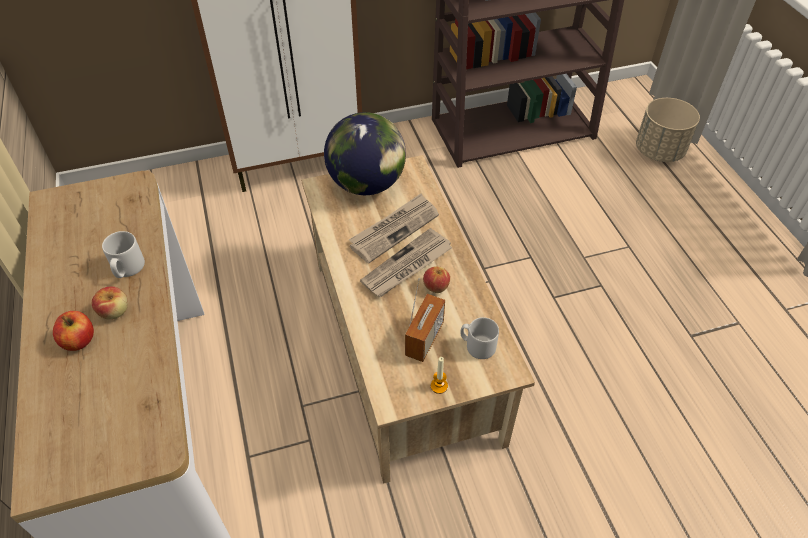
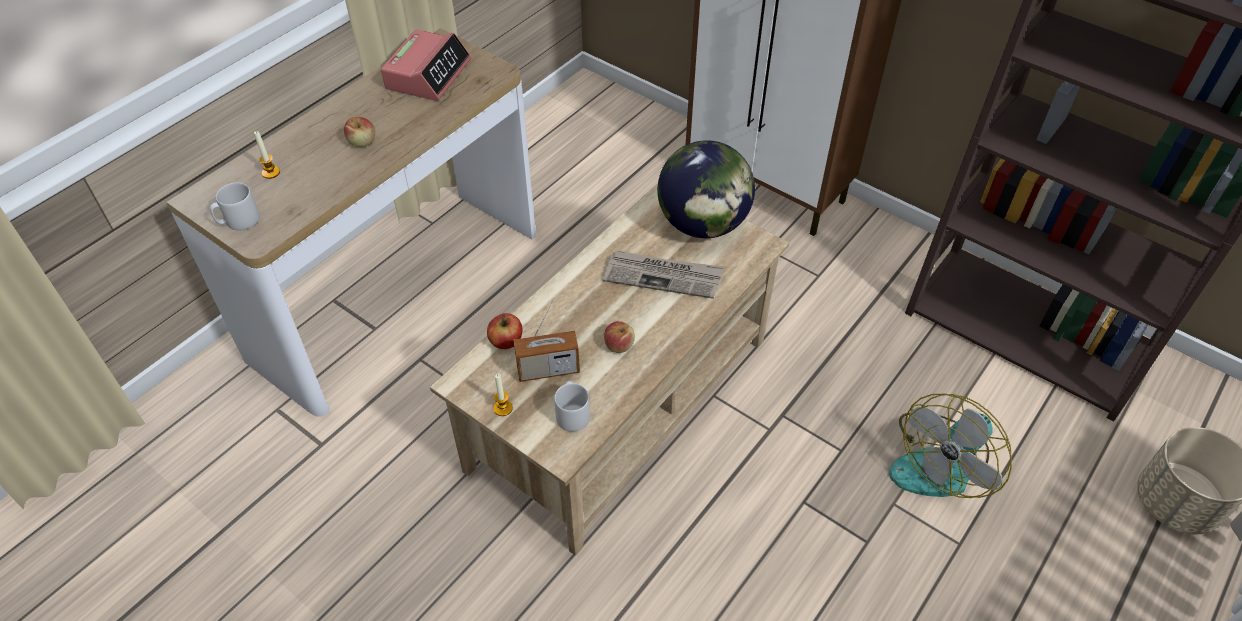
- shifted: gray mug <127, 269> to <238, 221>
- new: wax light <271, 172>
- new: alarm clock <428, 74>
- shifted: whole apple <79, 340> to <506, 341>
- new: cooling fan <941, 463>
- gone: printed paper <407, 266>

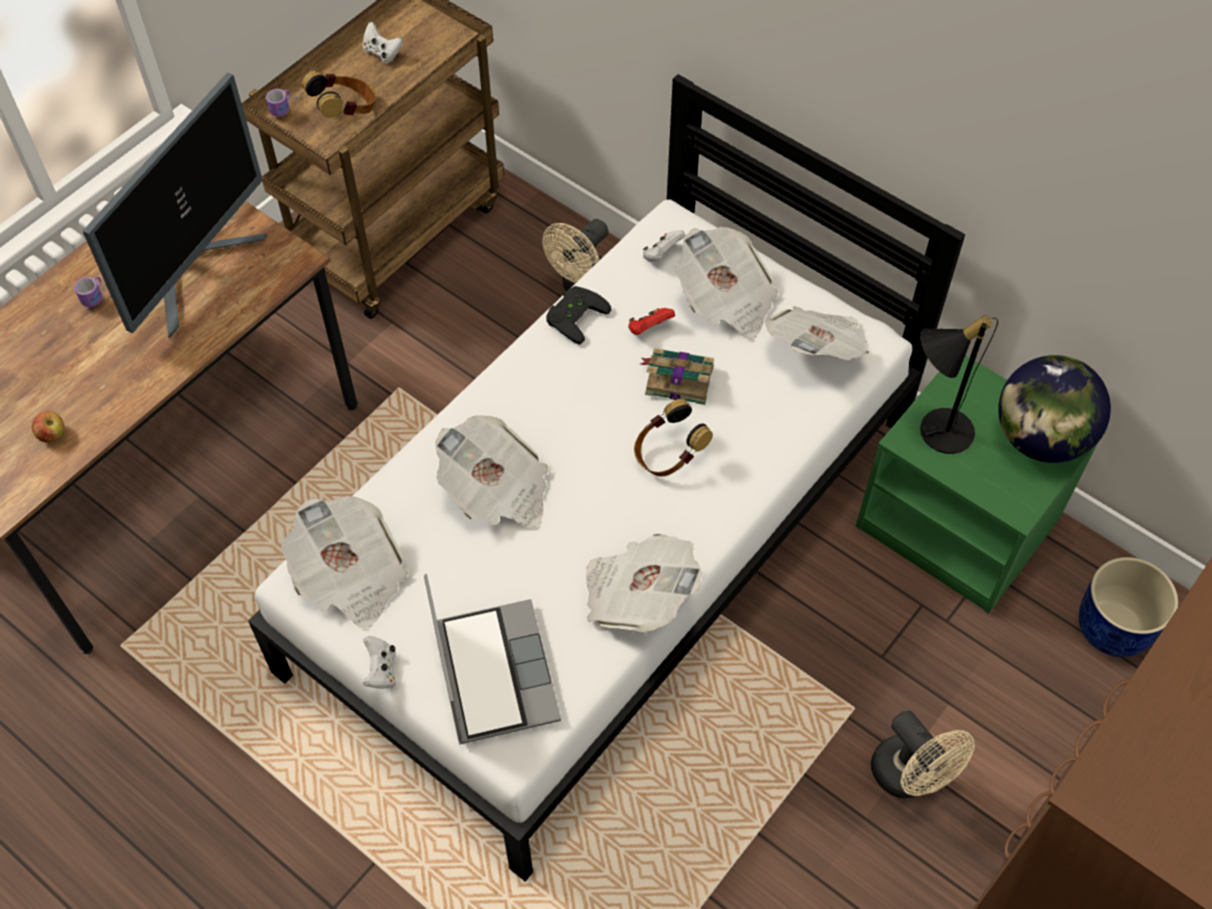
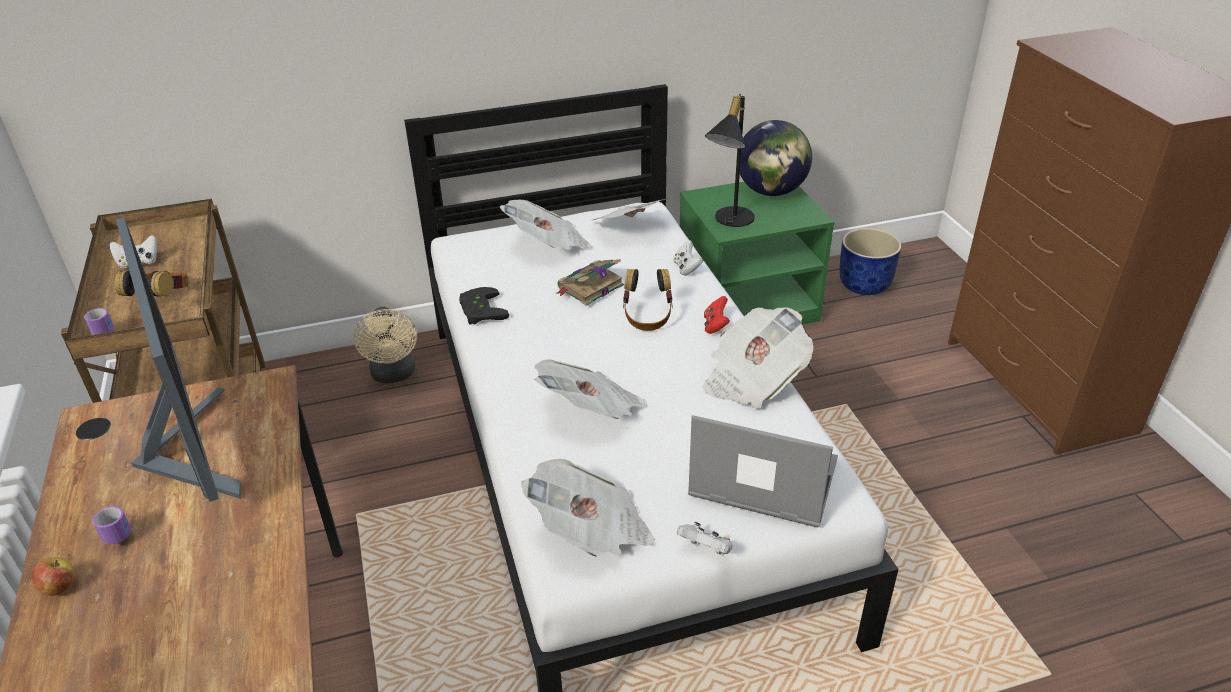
- shifted: whole apple <52, 435> to <59, 588>
- shifted: whitish game controller <662, 254> to <686, 268>
- shifted: red-coloured game controller <649, 329> to <715, 325>
- gone: beige cooling fan <910, 777>

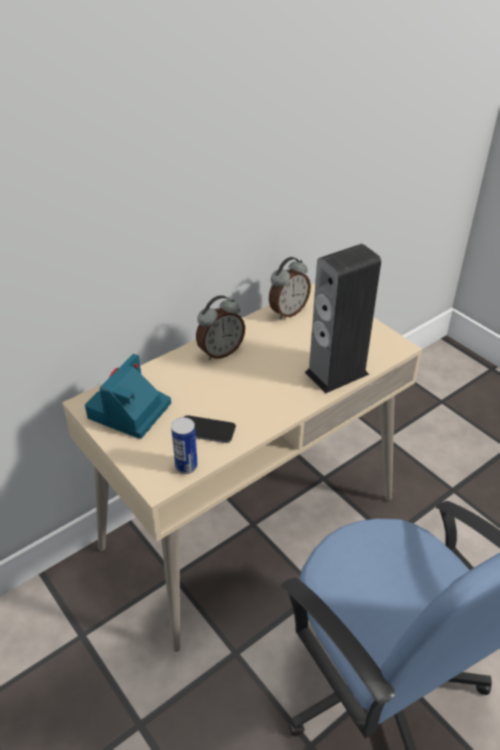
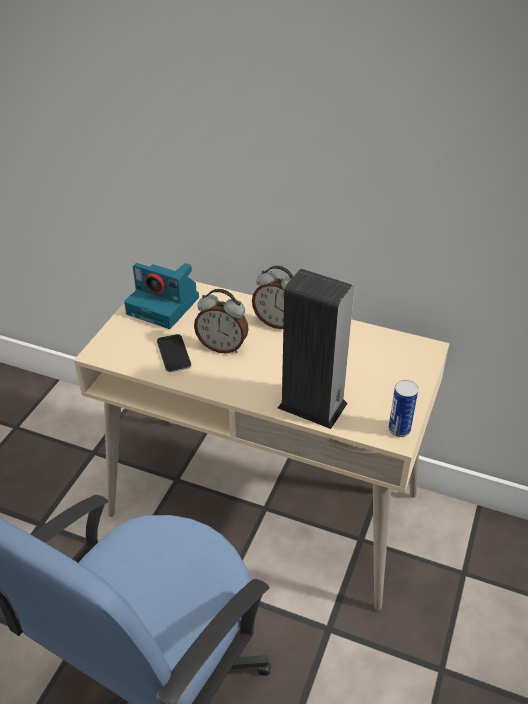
- rotated: photo camera <129, 412> = <165, 306> 150 degrees counterclockwise
- shifted: alarm clock <287, 311> to <222, 346>
- shifted: sealed can <186, 466> to <399, 429>

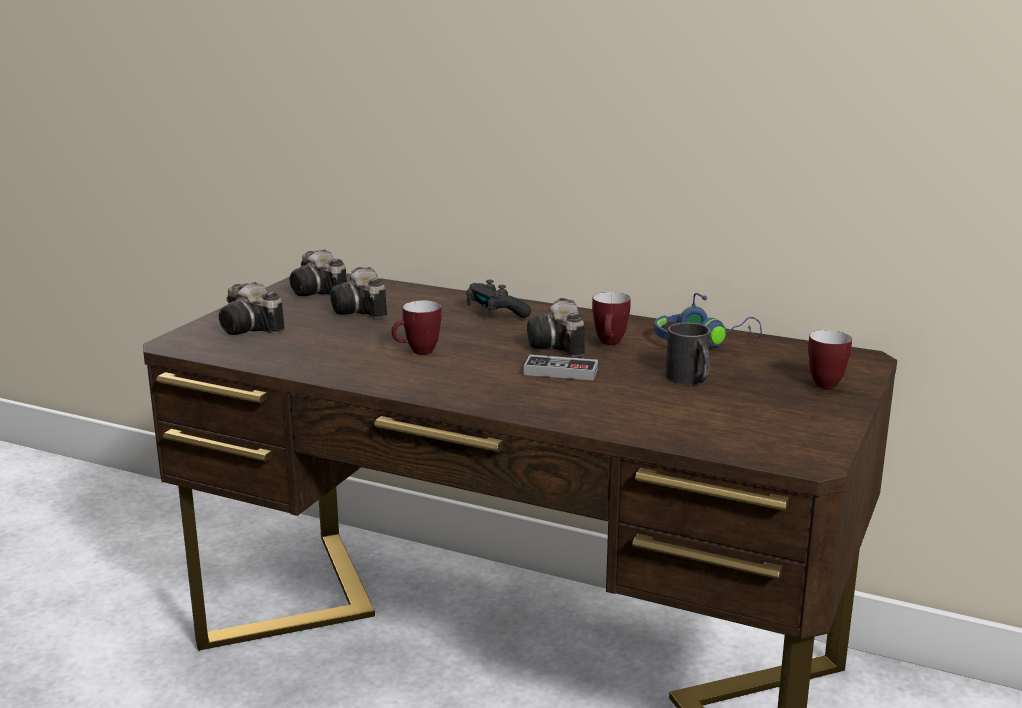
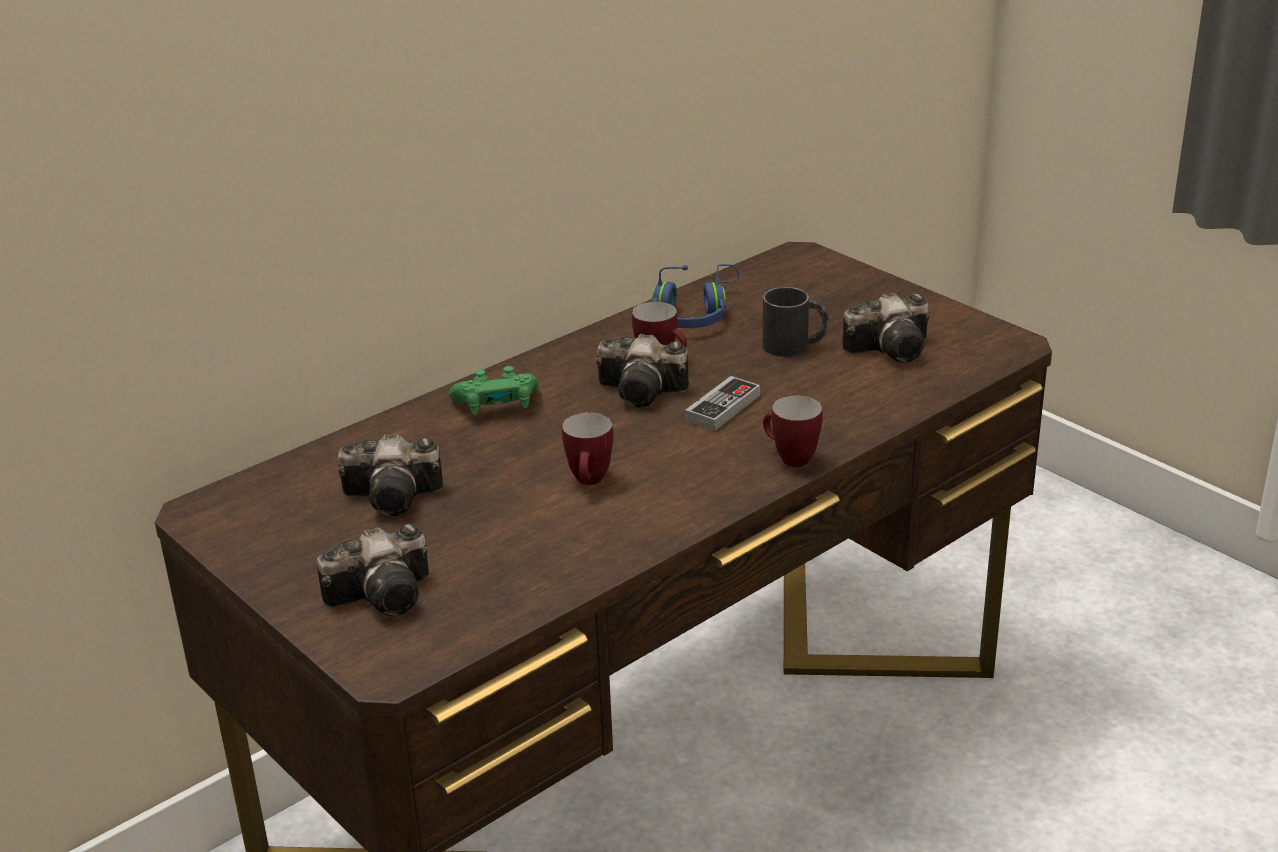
- repainted: black-coloured game controller <495, 313> to green-coloured game controller <497, 406>
- shifted: mug <825, 382> to <789, 459>
- shifted: photo camera <319, 292> to <893, 349>

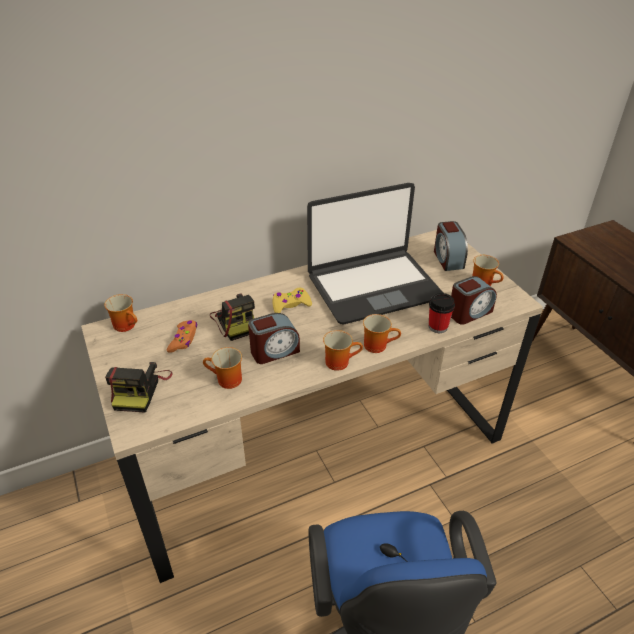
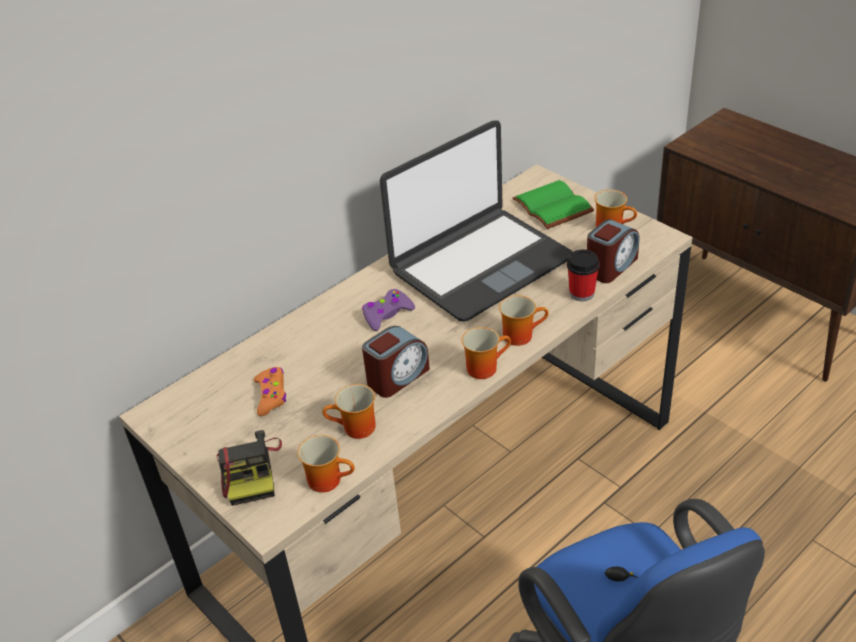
- shifted: mug <127, 325> to <329, 479>
- repainted: yellowish game controller <290, 304> to purplish game controller <387, 314>
- swapped: alarm clock <447, 259> to green-coloured book <555, 206>
- gone: photo camera <235, 321>

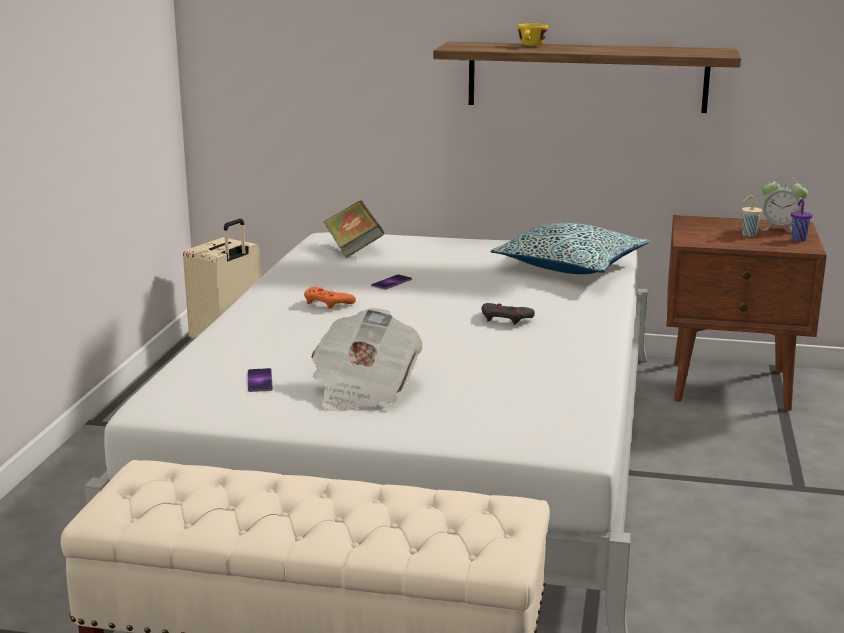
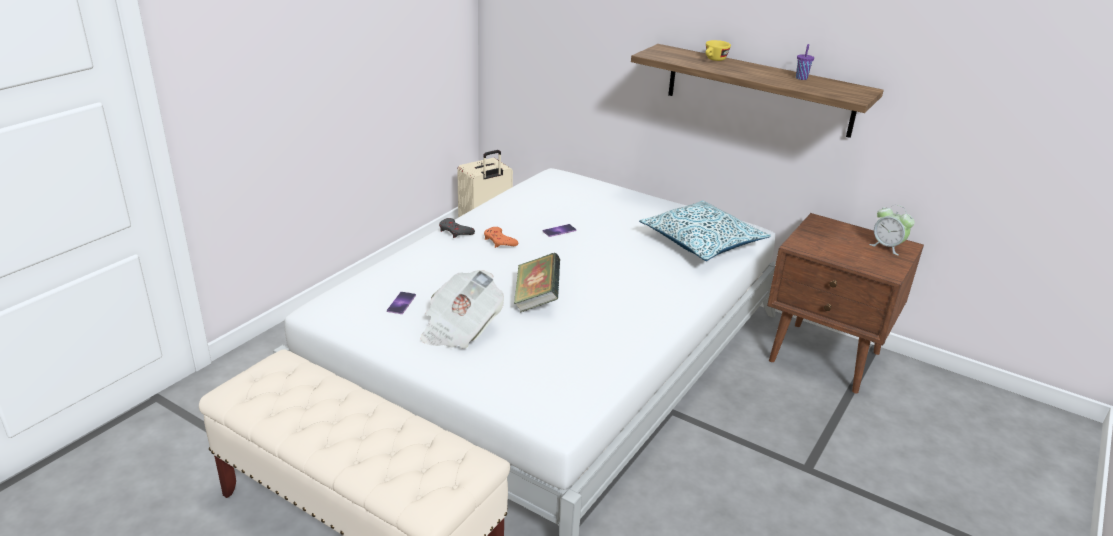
- shifted: gray game controller <505, 318> to <455, 231>
- shifted: book <353, 248> to <536, 299>
- shifted: purplish cup <798, 239> to <801, 78>
- gone: beige cup <748, 235>

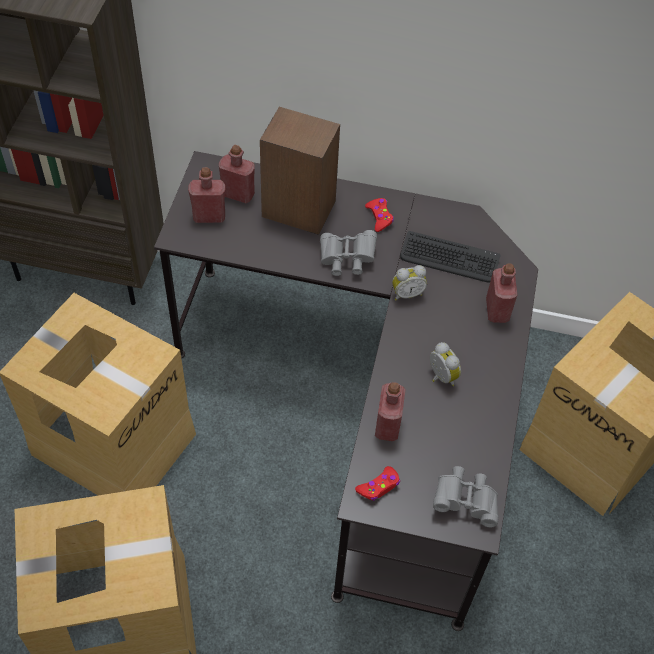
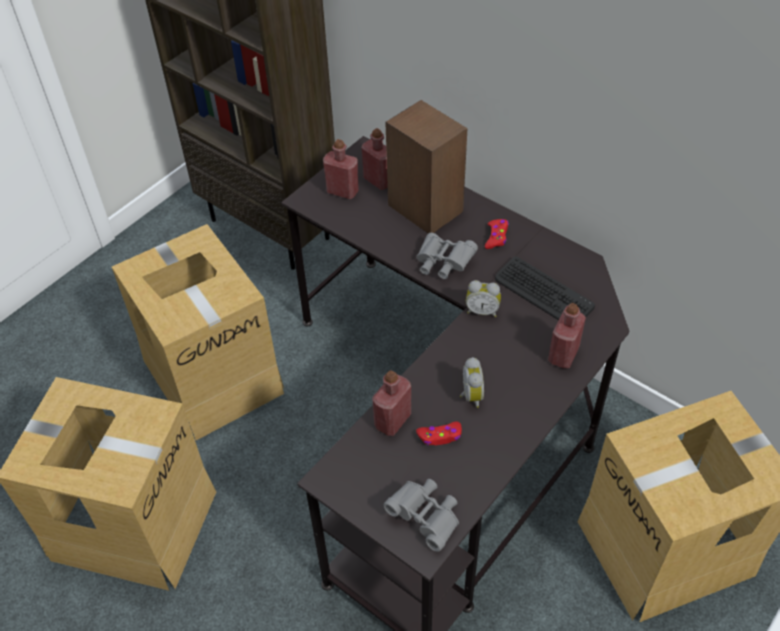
- shifted: red-coloured game controller <379, 487> to <440, 436>

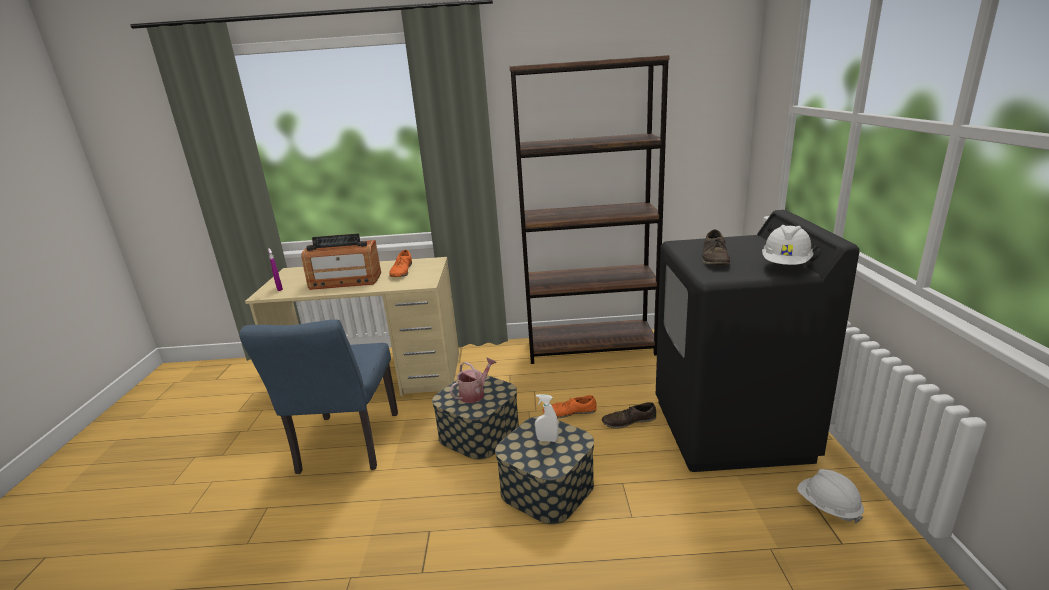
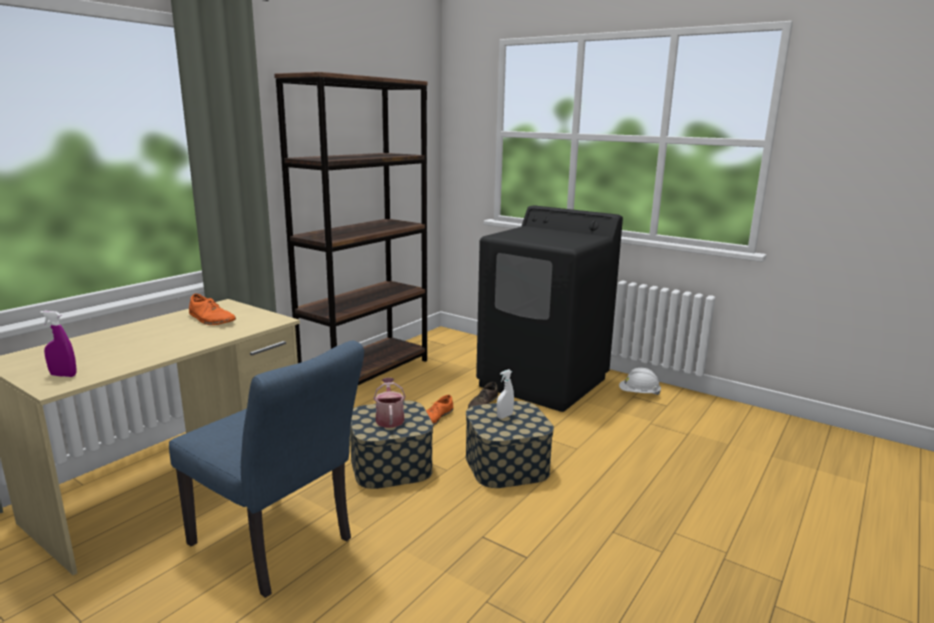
- gone: radio <345, 281>
- gone: brownish item of footwear <715, 258>
- gone: whitish safety helmet <785, 265>

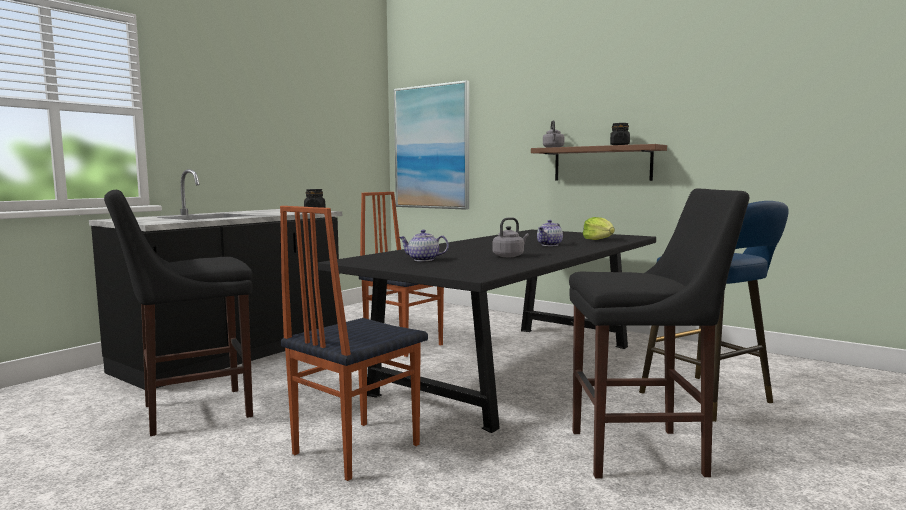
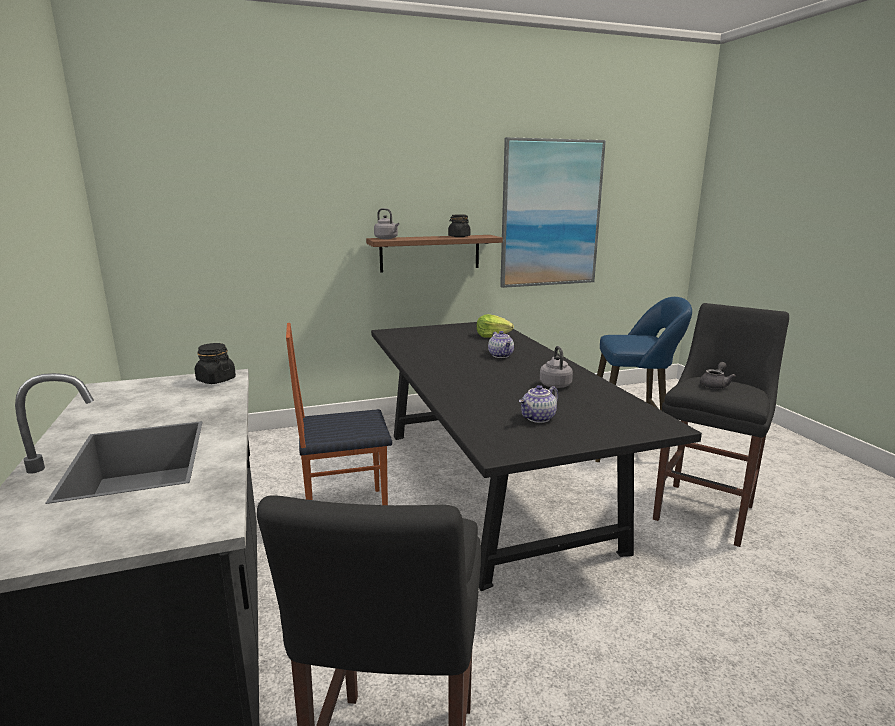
- shifted: wall picture <431, 147> to <551, 214>
- new: gray teapot <715, 385>
- gone: upright chair <354, 449>

